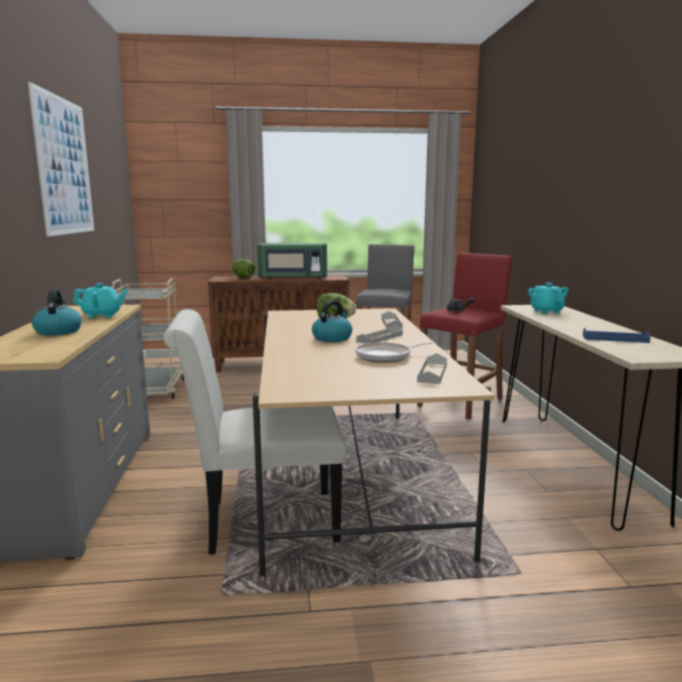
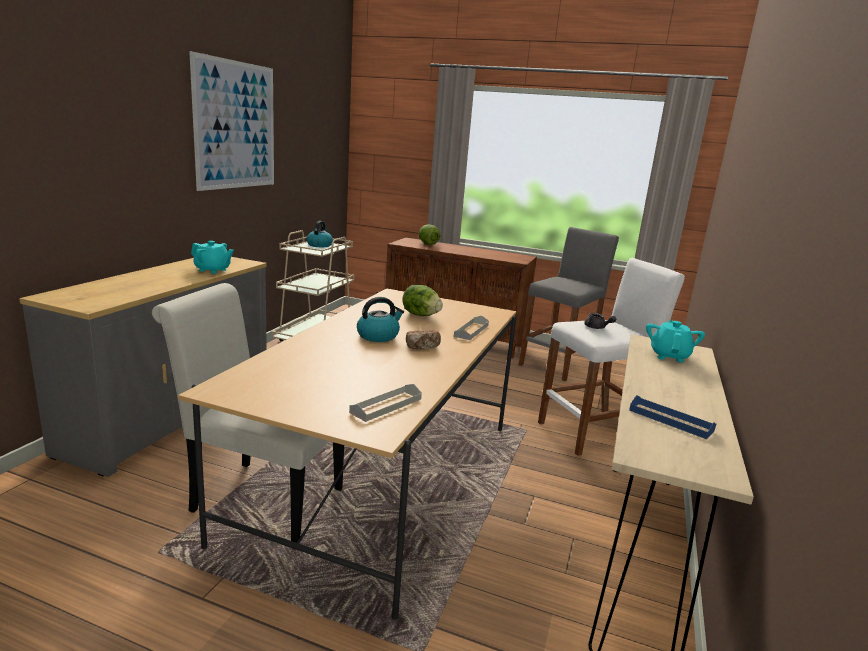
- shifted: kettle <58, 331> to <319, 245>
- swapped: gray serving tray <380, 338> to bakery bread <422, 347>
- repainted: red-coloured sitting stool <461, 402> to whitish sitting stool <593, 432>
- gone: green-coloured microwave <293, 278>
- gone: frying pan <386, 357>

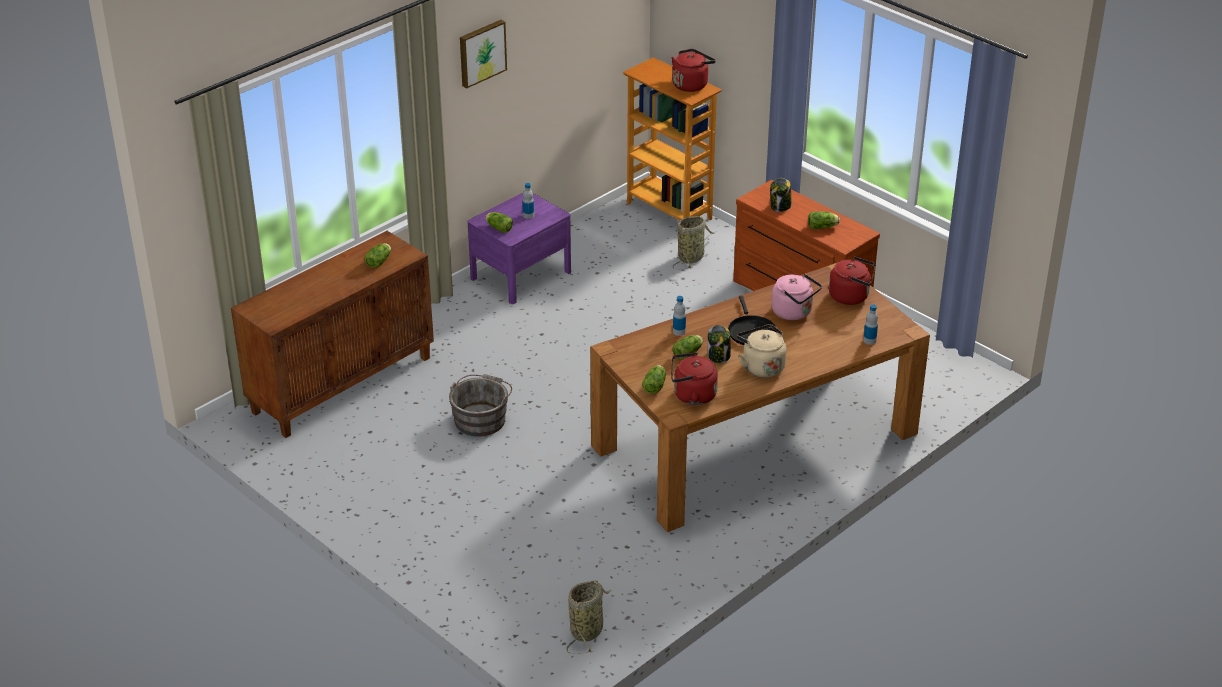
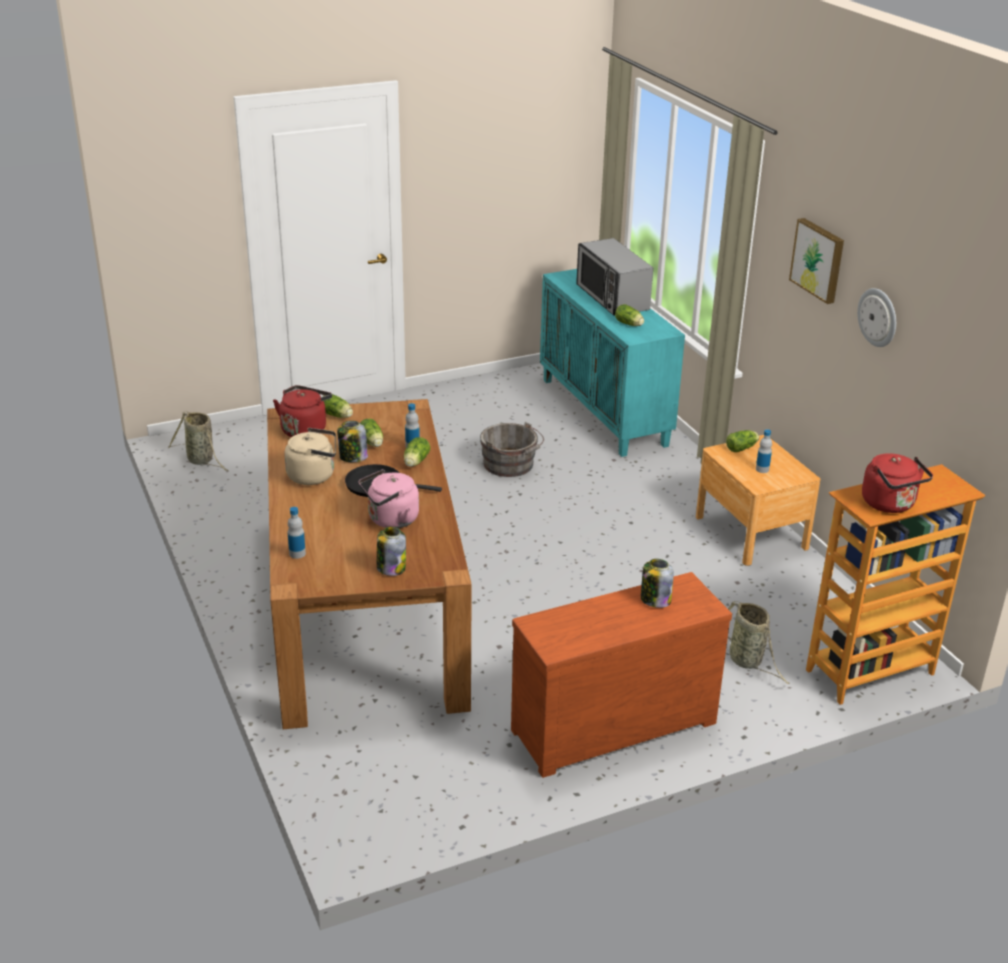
- swapped: red-coloured kettle <851, 296> to jar <391, 568>
- shifted: lettuce <823, 227> to <415, 462>
- repainted: brownish cupboard <342, 384> to blue-green cupboard <605, 412>
- new: microwave <612, 298>
- repainted: purplish nightstand <521, 275> to brownish nightstand <751, 532>
- new: wall clock <878, 317>

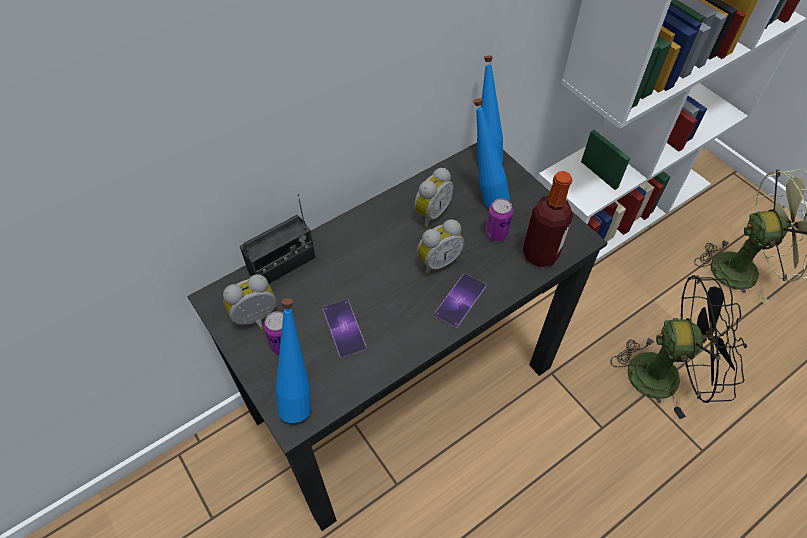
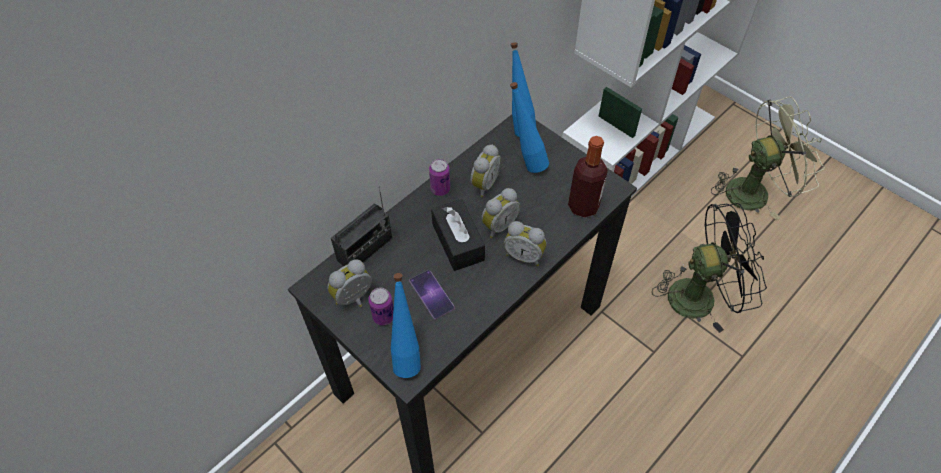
- shifted: sealed can <496, 234> to <440, 189>
- new: black-coloured box of tissues <458, 242>
- swapped: handset <460, 300> to alarm clock <524, 255>

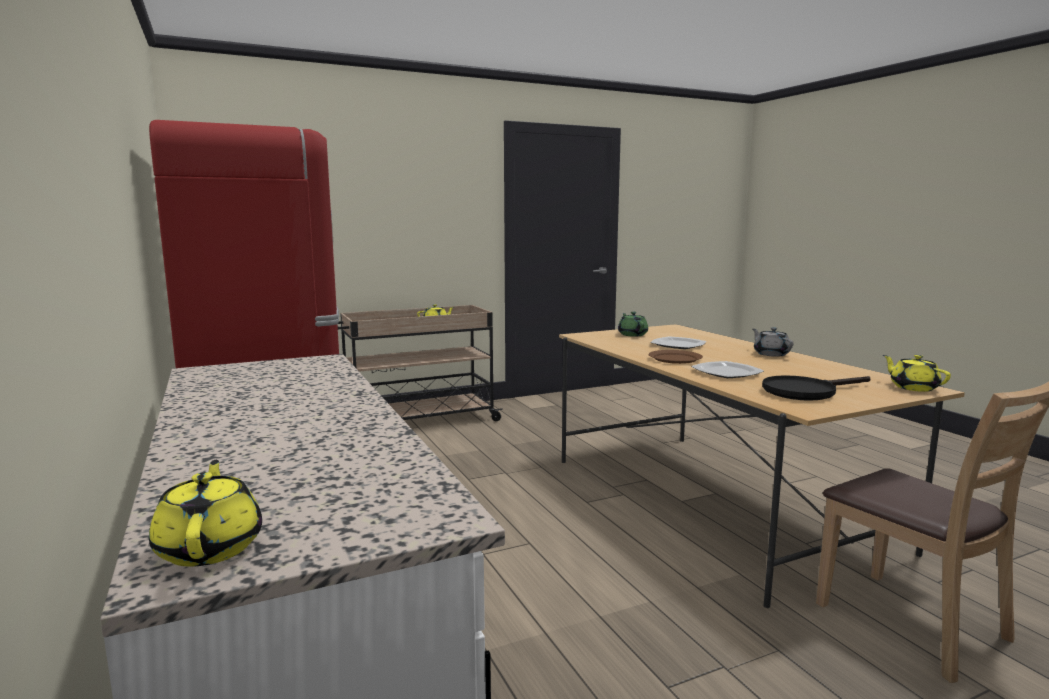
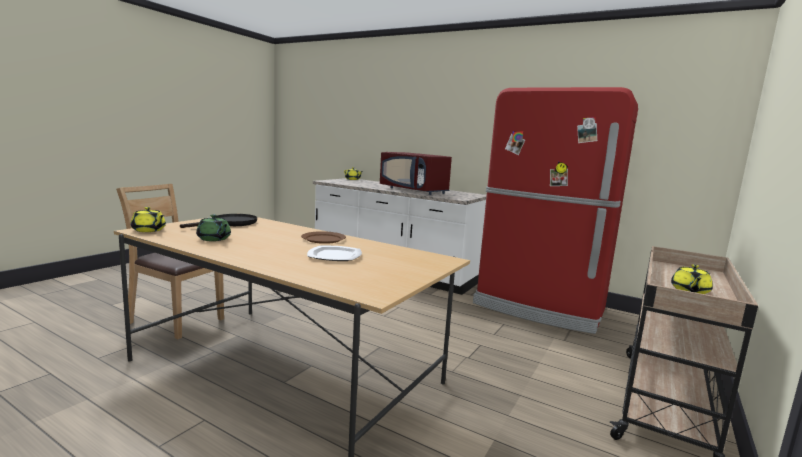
- shifted: green-coloured teapot <632, 334> to <214, 239>
- new: red-coloured microwave <414, 190>
- gone: flat dish <726, 372>
- gone: gray teapot <771, 354>

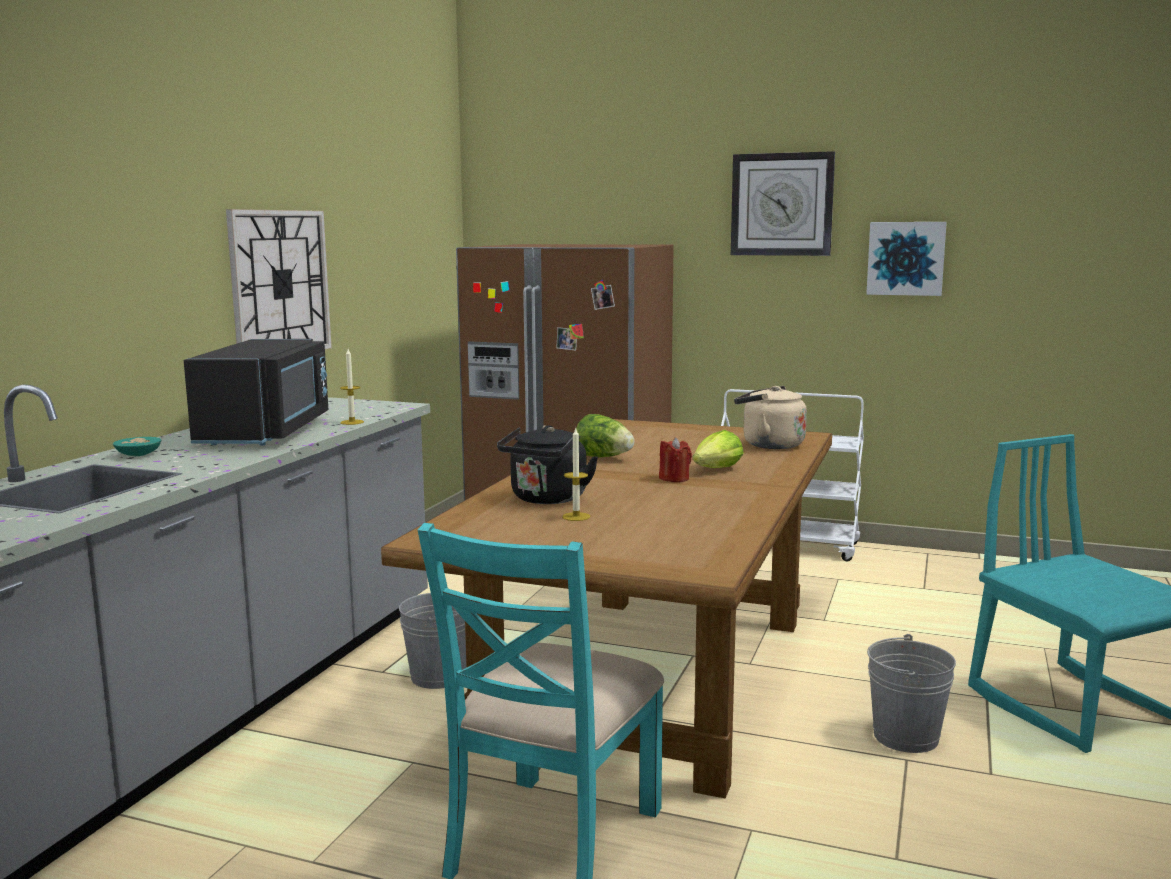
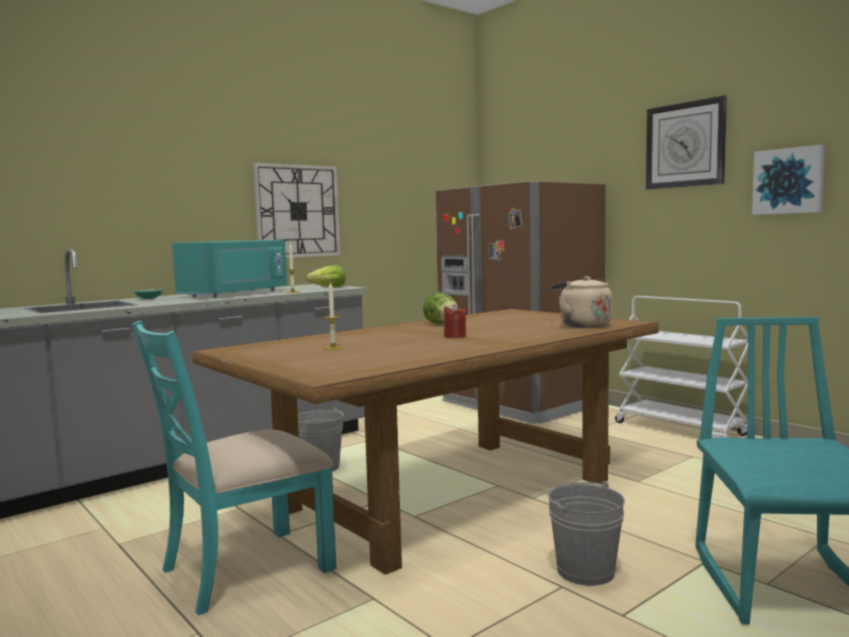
- repainted: black-coloured microwave <268, 432> to blue-green microwave <237, 294>
- shifted: lettuce <717, 470> to <328, 288>
- gone: black-coloured kettle <547, 499>

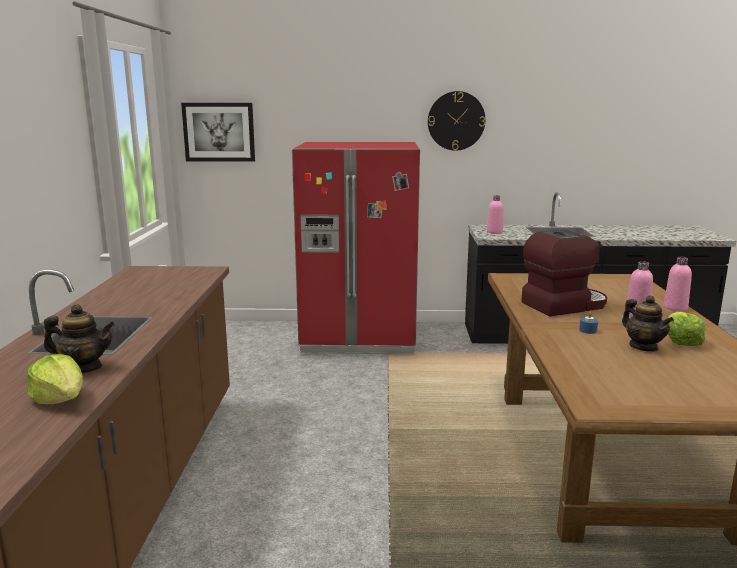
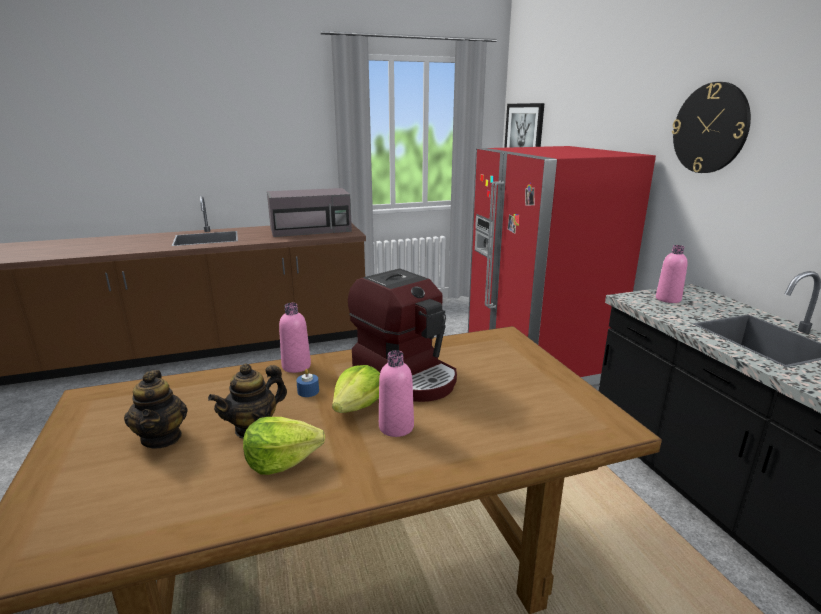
- shifted: teapot <84, 368> to <162, 437>
- new: gray microwave <311, 229>
- shifted: pinkish beverage bottle <675, 308> to <296, 366>
- shifted: lettuce <60, 399> to <358, 406>

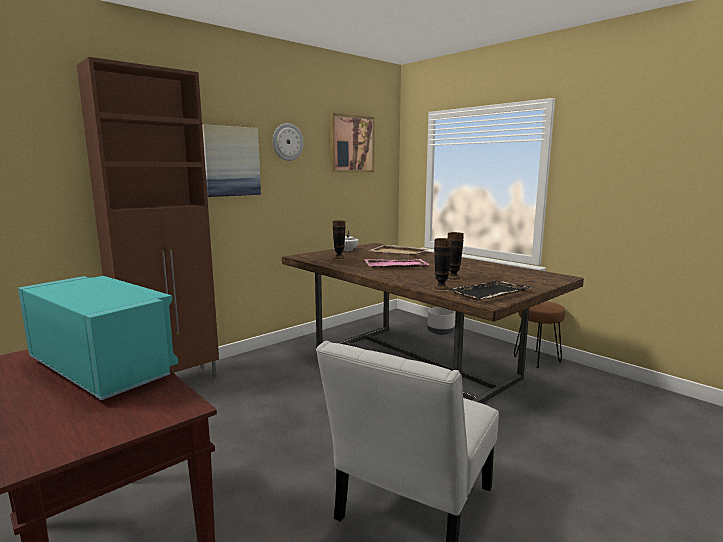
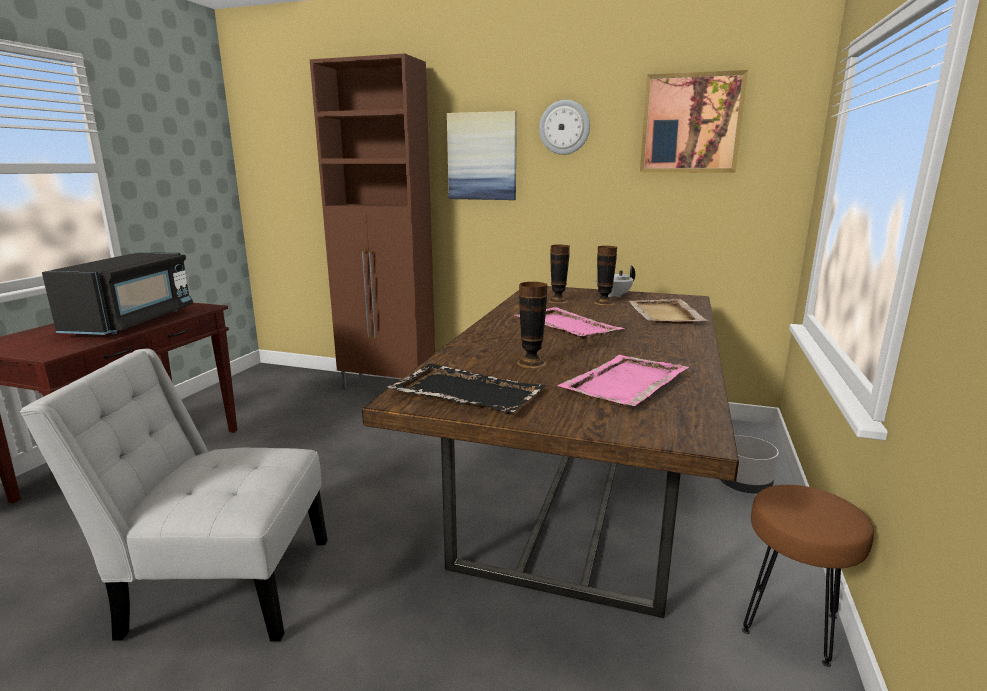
- repainted: blue-green microwave <102, 368> to black-coloured microwave <133, 322>
- new: pinkish serving tray <624, 384>
- shifted: vase <441, 289> to <604, 303>

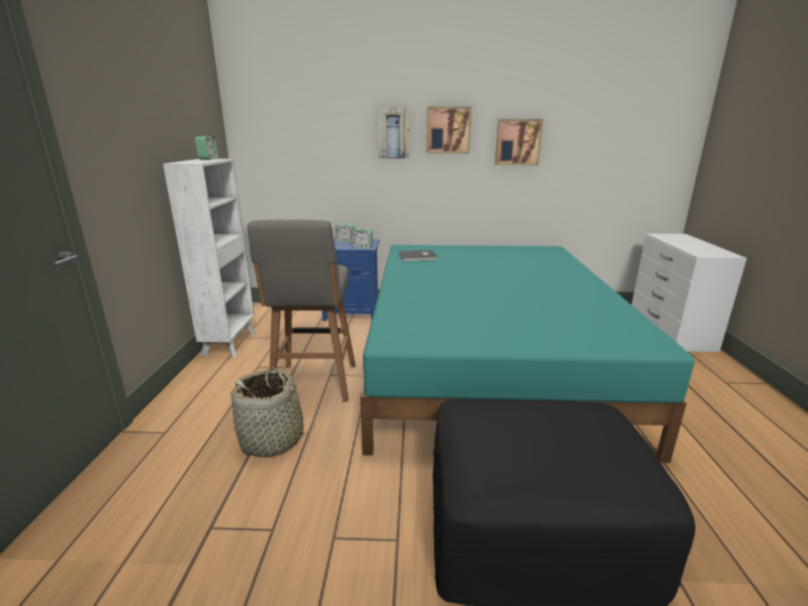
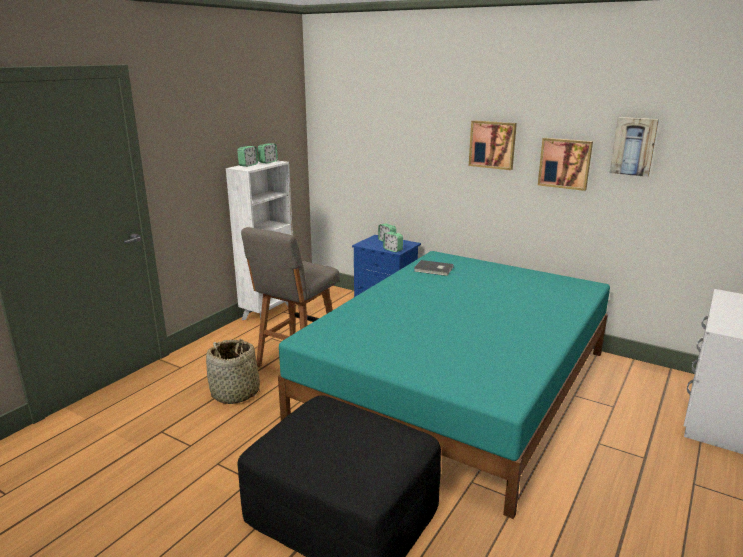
- new: alarm clock <248, 165>
- shifted: wall picture <393, 133> to <633, 146>

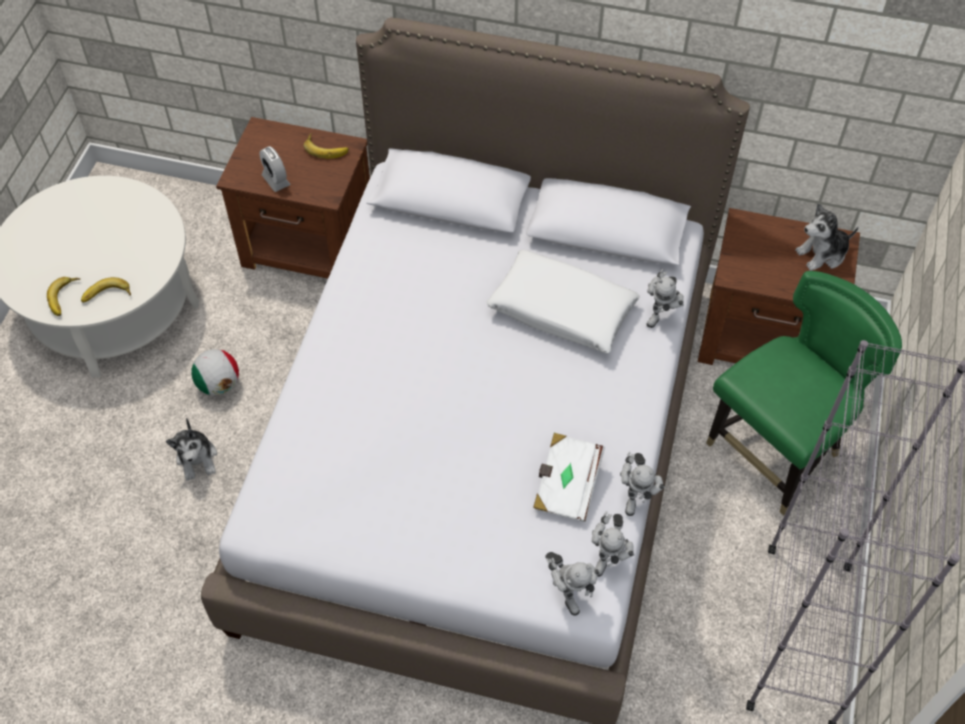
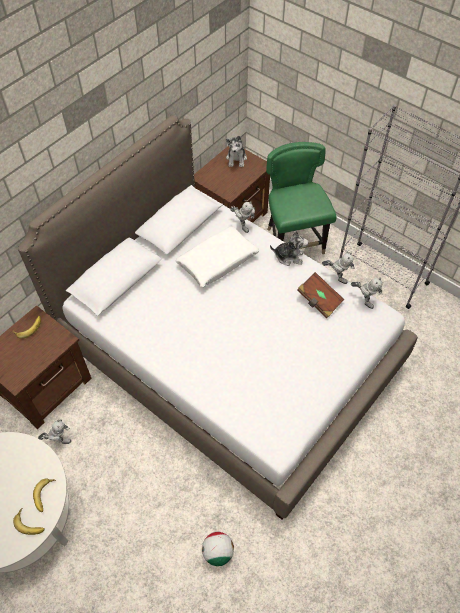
- shifted: robot figure <568, 592> to <59, 440>
- shifted: football ball <219, 385> to <218, 552>
- shifted: plush toy <197, 458> to <289, 256>
- repainted: whitish book <566, 485> to brownish book <319, 300>
- gone: alarm clock <276, 180>

